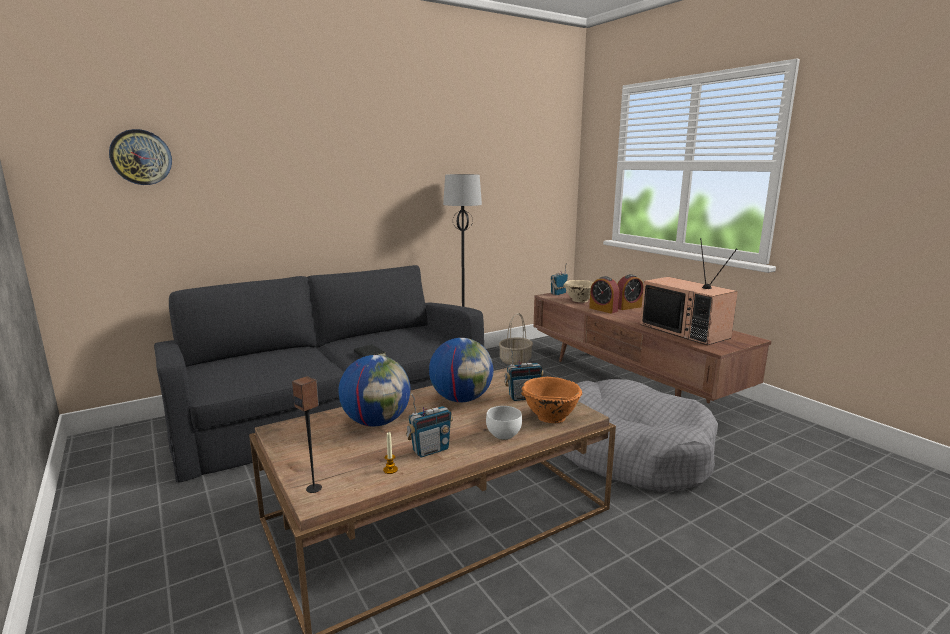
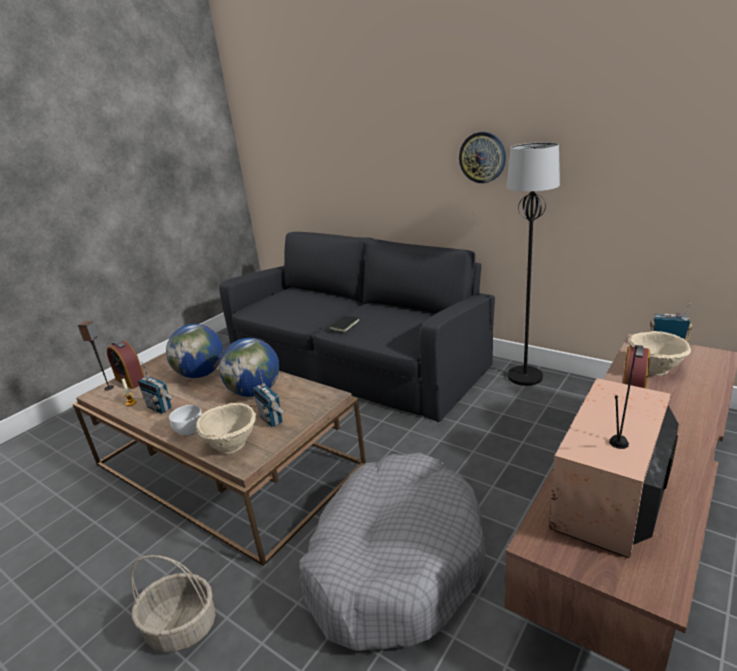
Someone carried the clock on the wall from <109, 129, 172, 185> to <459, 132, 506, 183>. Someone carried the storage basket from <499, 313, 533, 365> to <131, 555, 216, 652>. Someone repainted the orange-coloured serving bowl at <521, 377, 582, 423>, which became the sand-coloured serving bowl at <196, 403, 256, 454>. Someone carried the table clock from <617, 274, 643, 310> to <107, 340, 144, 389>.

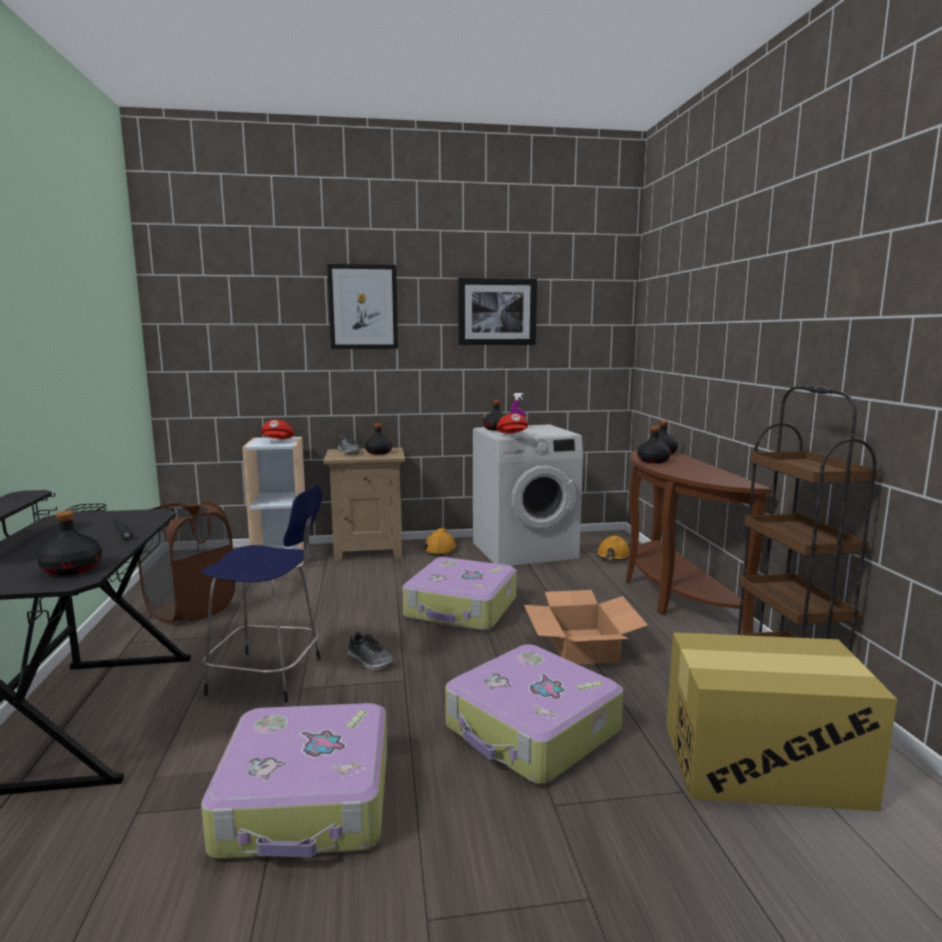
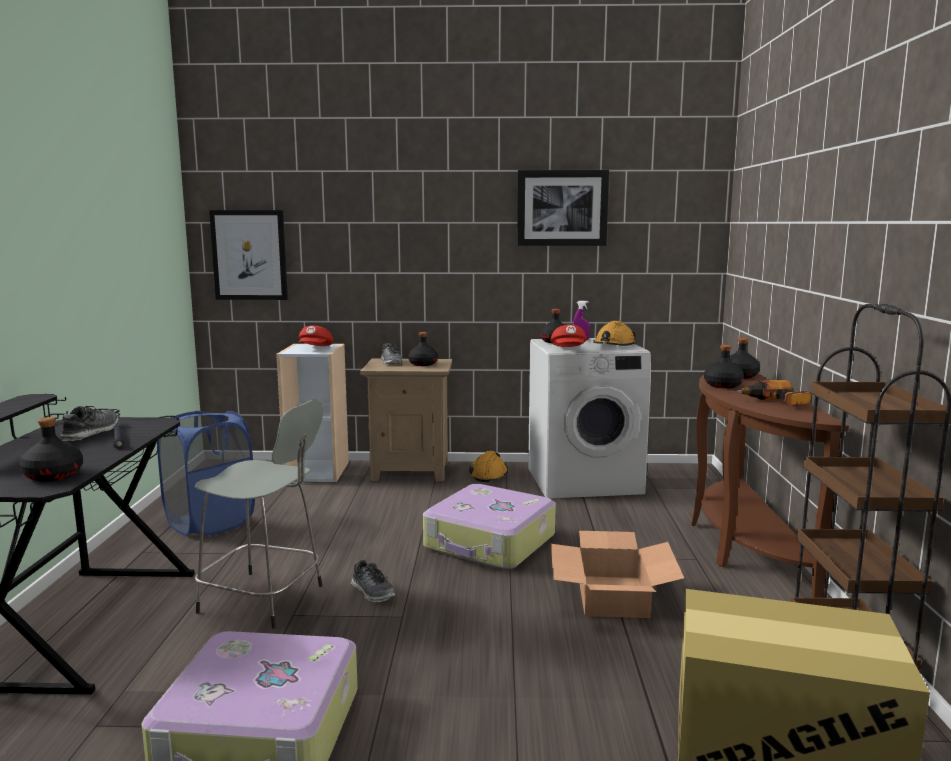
Someone repainted the brownish hamper at <138, 502, 235, 623>, which became the bluish hamper at <157, 411, 255, 536>. Someone repainted the bluish stool at <202, 485, 322, 703>, which became the grey stool at <194, 399, 323, 629>. Someone carried the wall picture from <327, 264, 398, 349> to <209, 210, 288, 300>. Someone took away the travel case at <445, 644, 623, 784>. Someone carried the orange-coloured work helmet from <596, 535, 630, 560> to <593, 321, 636, 346>. Someone put down the shoe at <61, 406, 118, 441>. Someone put down the electric drill at <730, 380, 811, 406>.

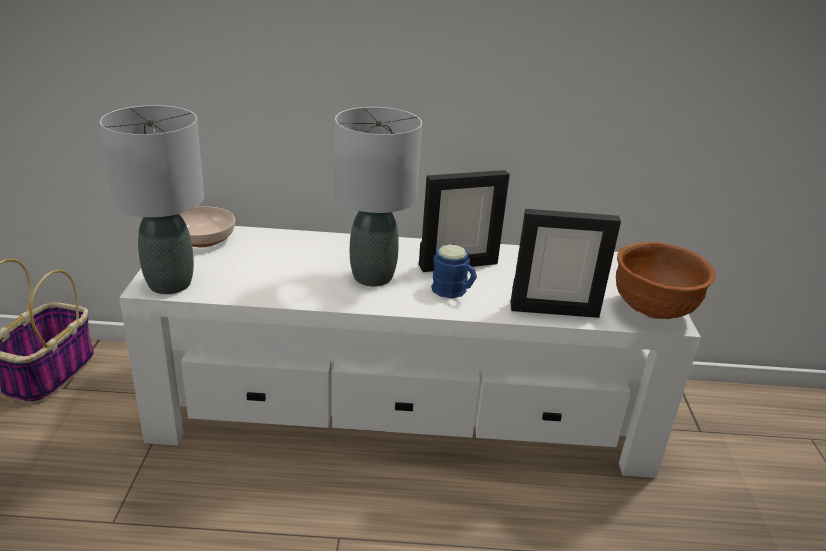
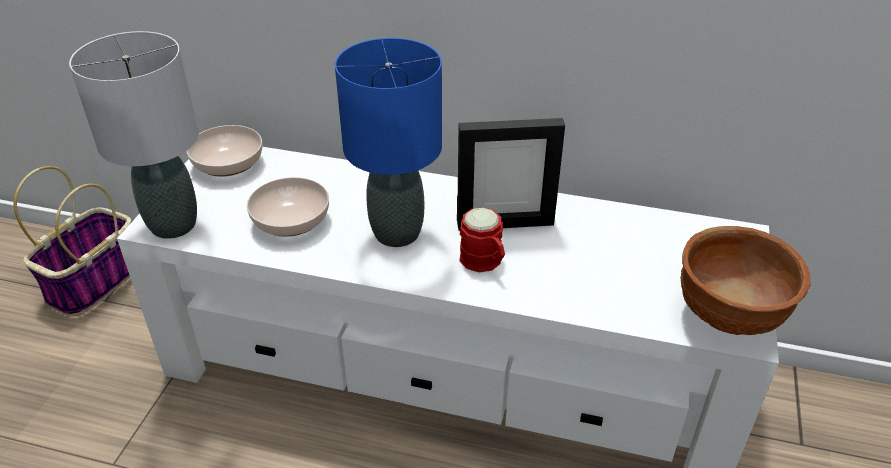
Someone repainted the grey tabletop lamp at <335, 107, 422, 287>, which became the bluish tabletop lamp at <335, 38, 442, 247>. Someone repainted the bluish mug at <431, 244, 477, 298>, which became the red mug at <459, 207, 505, 272>. Someone took away the picture frame at <510, 209, 621, 318>. Someone put down the serving bowl at <247, 177, 329, 237>.

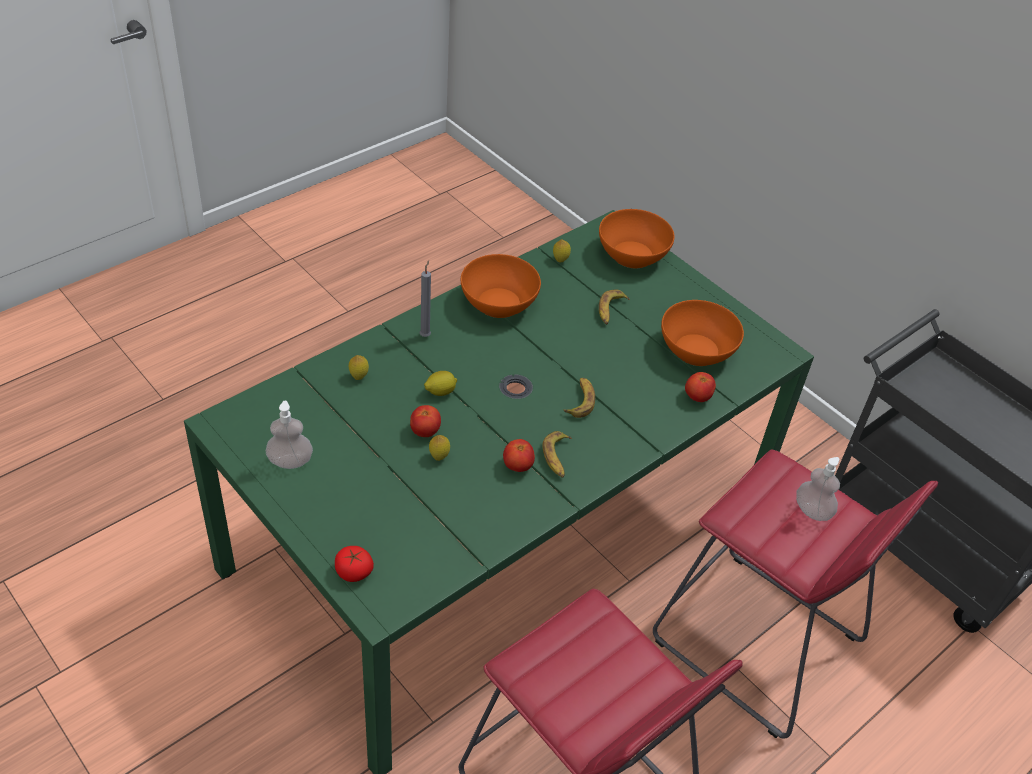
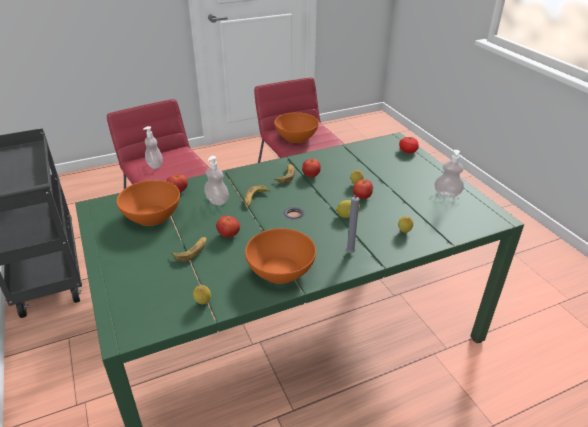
Someone carried the orange-coloured serving bowl from <599, 209, 675, 268> to <274, 112, 319, 143>. Someone put down the liquid soap bottle at <204, 156, 229, 205>. Someone put down the whole tomato at <216, 216, 240, 237>.

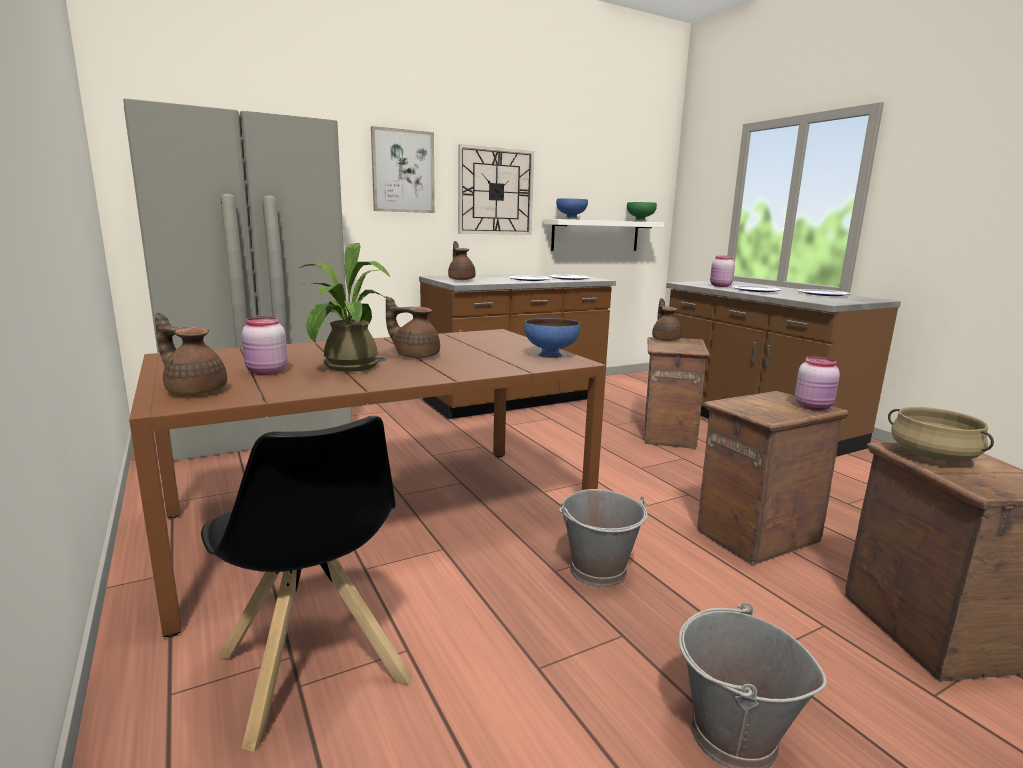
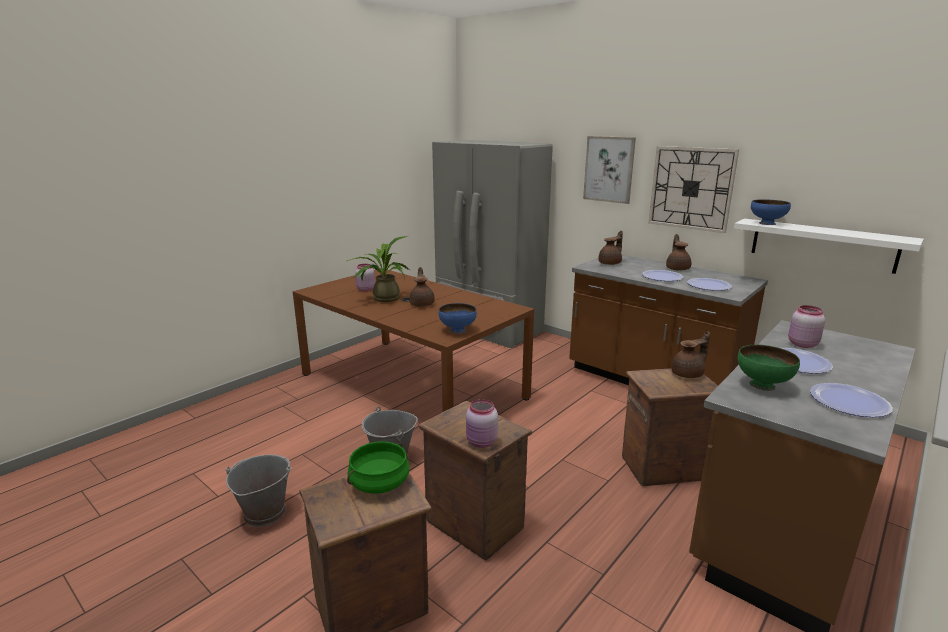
Someone carried the brownish teapot from <155, 312, 227, 395> to <666, 234, 691, 271>. Someone took away the black chair at <201, 416, 412, 752>. Someone carried the green-coloured serving bowl from <627, 202, 657, 222> to <737, 345, 800, 391>. Someone repainted the sand-coloured cooking pot at <888, 407, 994, 461>, which became the green-coloured cooking pot at <347, 441, 409, 494>.

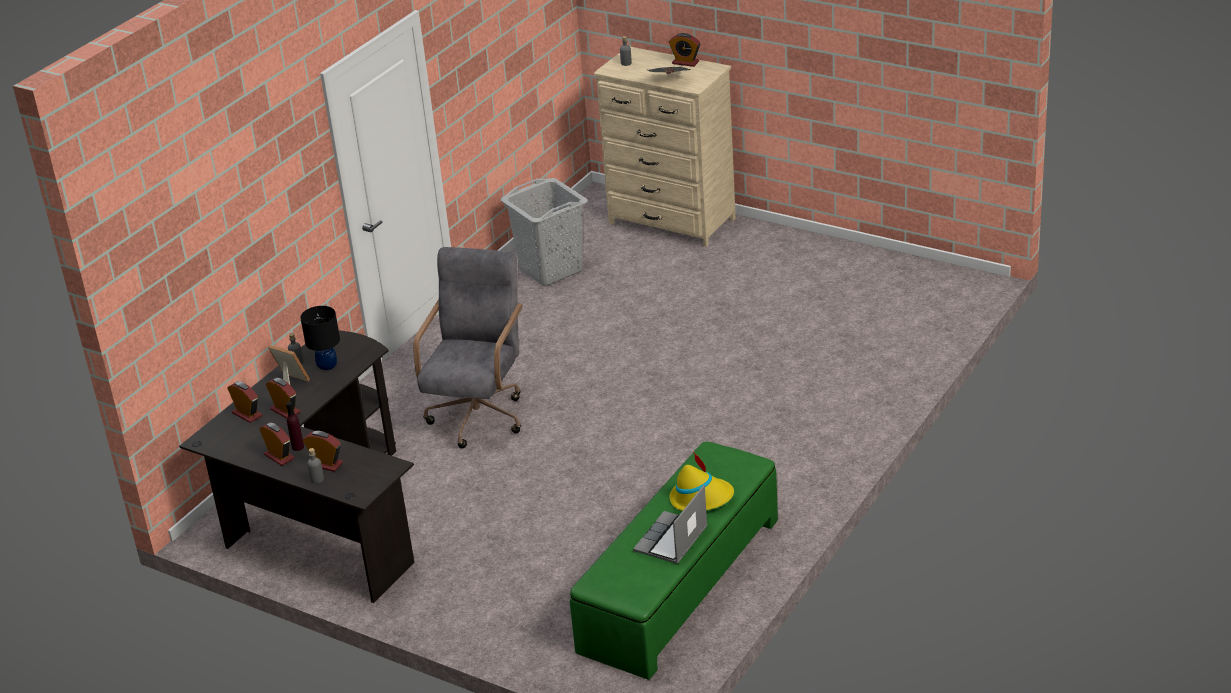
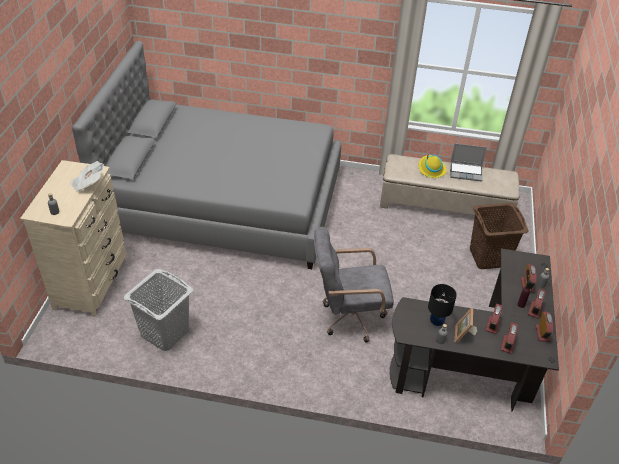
Someone repainted the green-coloured long seat at <570, 441, 778, 680>, which became the sand-coloured long seat at <380, 154, 519, 215>. Someone carried the table clock from <669, 33, 700, 67> to <536, 311, 553, 342>. Someone put down the grey sleeping bed at <72, 41, 341, 269>. Someone put down the brownish hamper at <470, 203, 529, 269>.

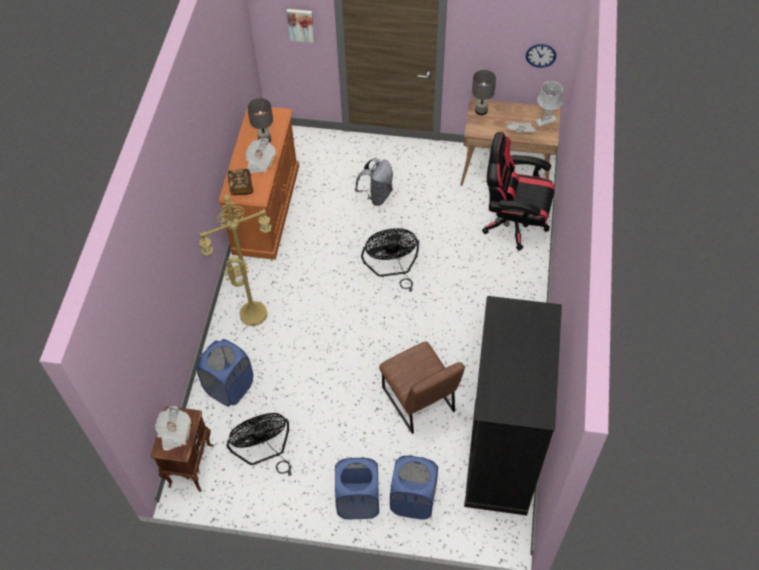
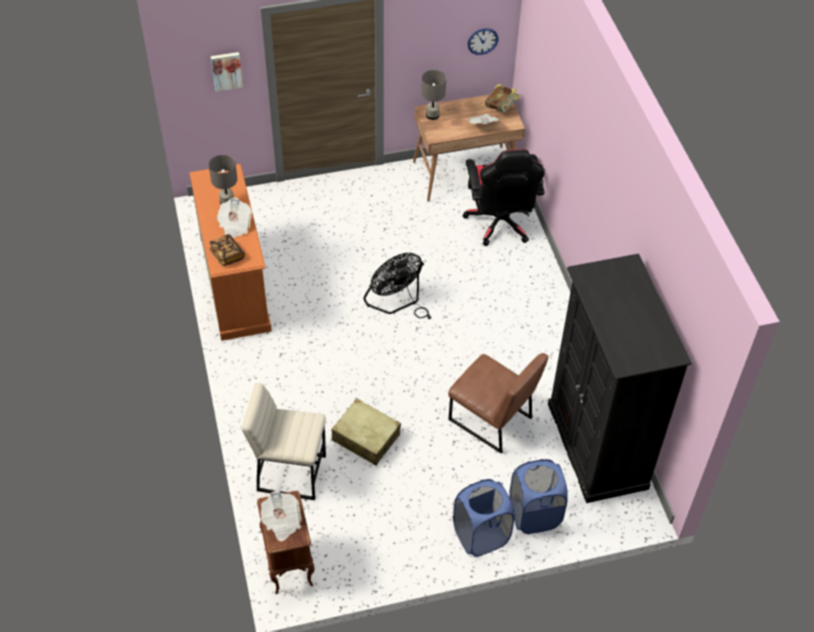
Someone swapped the bluish hamper at <197, 339, 253, 407> for the sand-coloured chair at <242, 383, 326, 500>. Someone took away the yellow floor lamp at <199, 195, 272, 326>. Someone took away the black fan at <226, 413, 291, 477>. Someone took away the grey backpack at <355, 158, 393, 206>. Someone rotated the black office chair at <482, 132, 555, 251> by 90 degrees counterclockwise. Someone swapped the grey tabletop lamp at <536, 81, 563, 127> for the volume at <485, 84, 520, 112>. Someone put down the sand-coloured travel case at <332, 398, 401, 465>.

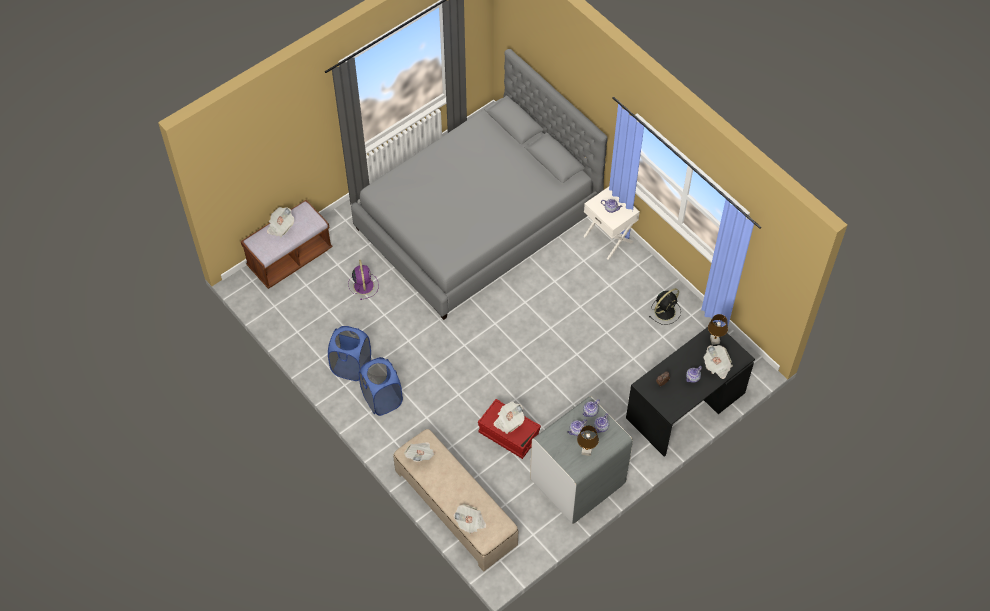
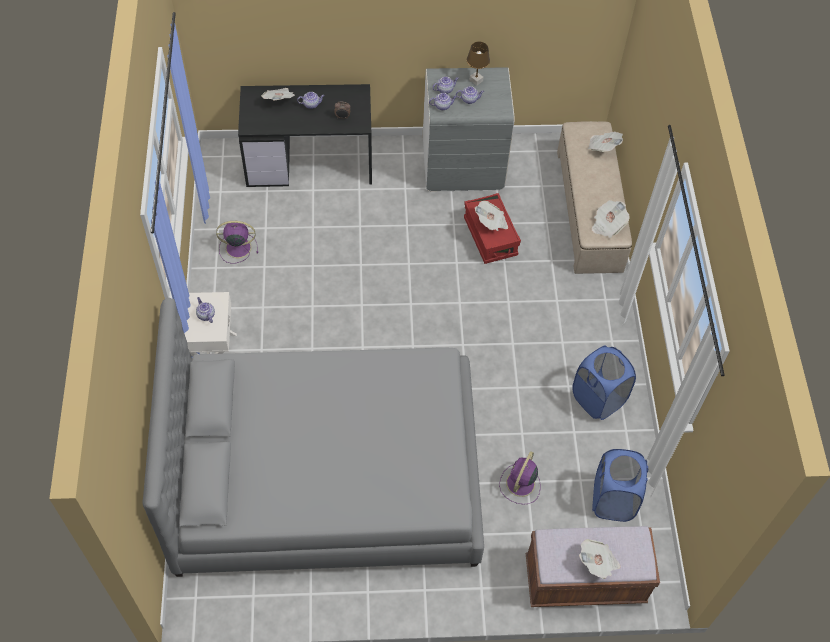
Someone carried the bluish hamper from <359, 357, 403, 416> to <592, 449, 648, 522>. Someone repainted the black fan at <649, 288, 681, 325>, which became the purple-coloured fan at <216, 221, 258, 264>. Someone took away the brownish tabletop lamp at <708, 314, 728, 345>.

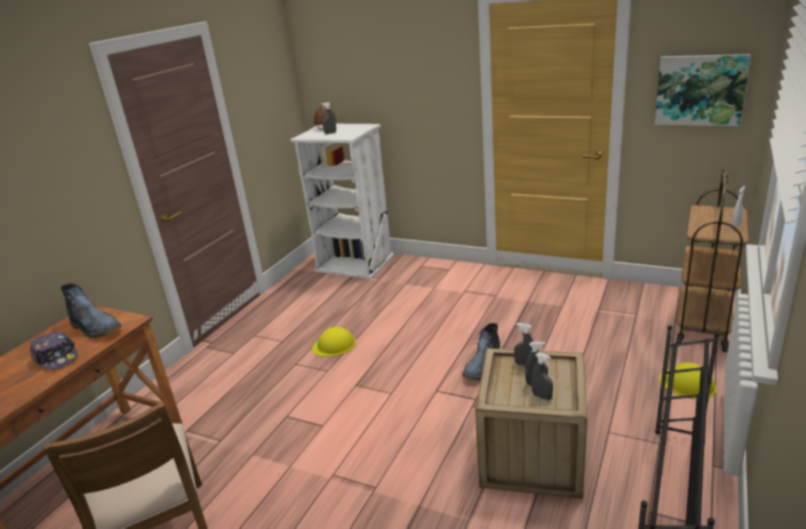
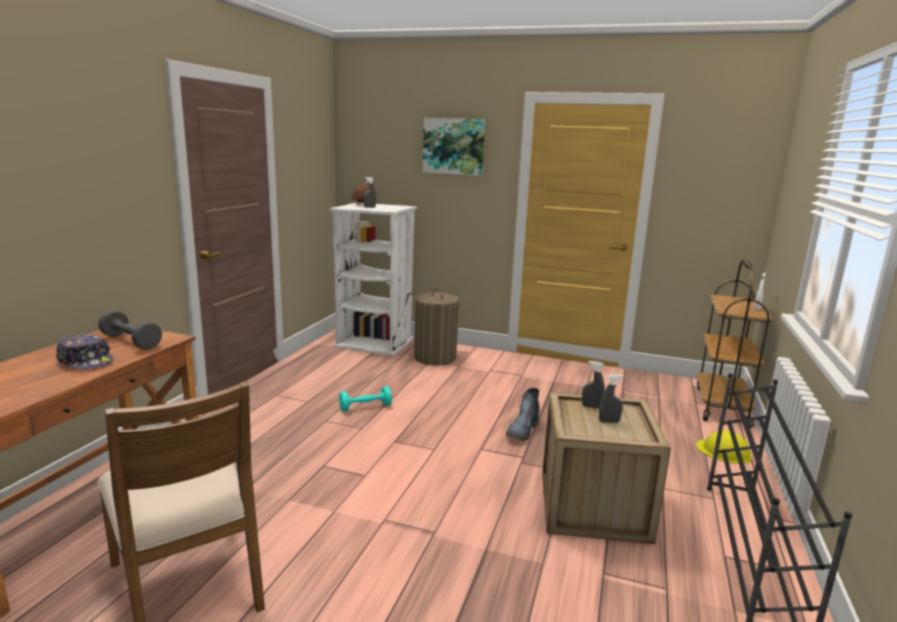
Someone swapped the high-top boot at <61, 283, 122, 338> for the grey free weight at <98, 310, 162, 350>. Someone swapped the yellow work helmet at <312, 327, 356, 357> for the blue-green free weight at <339, 386, 392, 412>. Someone took away the grey sprayer at <531, 353, 553, 400>. Someone carried the wall picture from <655, 54, 751, 126> to <423, 118, 485, 176>. Someone put down the hamper at <414, 288, 459, 365>.

